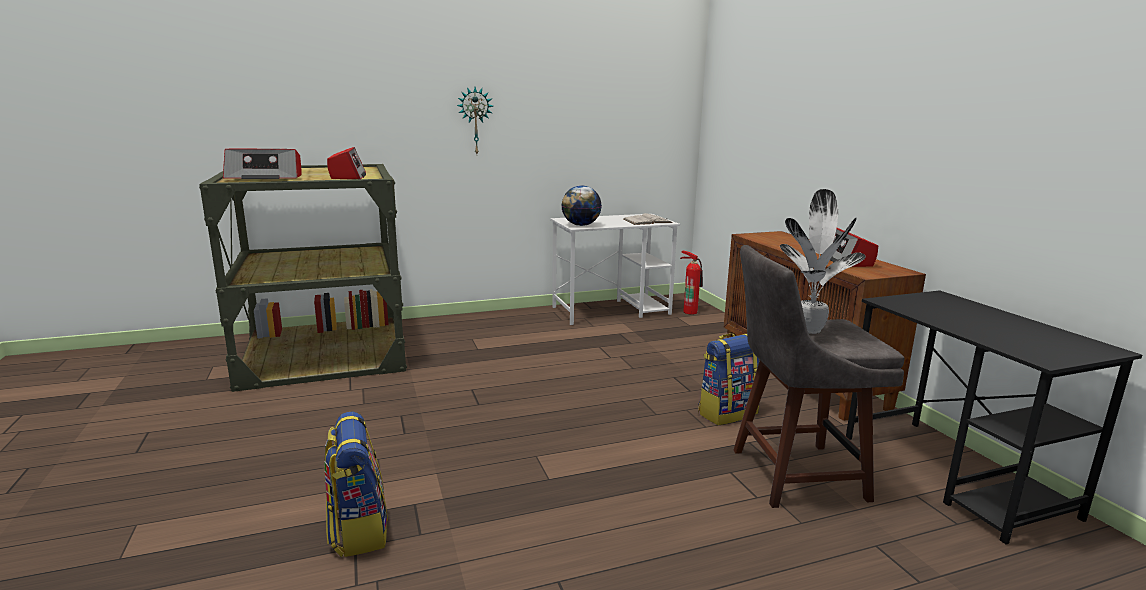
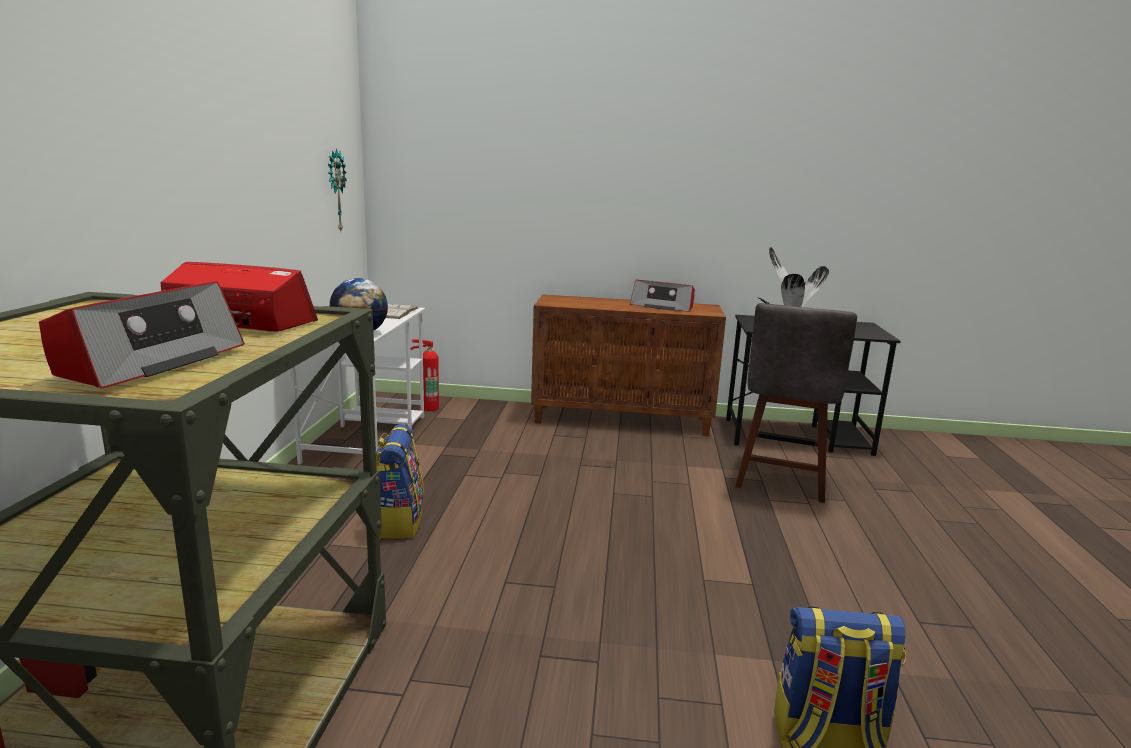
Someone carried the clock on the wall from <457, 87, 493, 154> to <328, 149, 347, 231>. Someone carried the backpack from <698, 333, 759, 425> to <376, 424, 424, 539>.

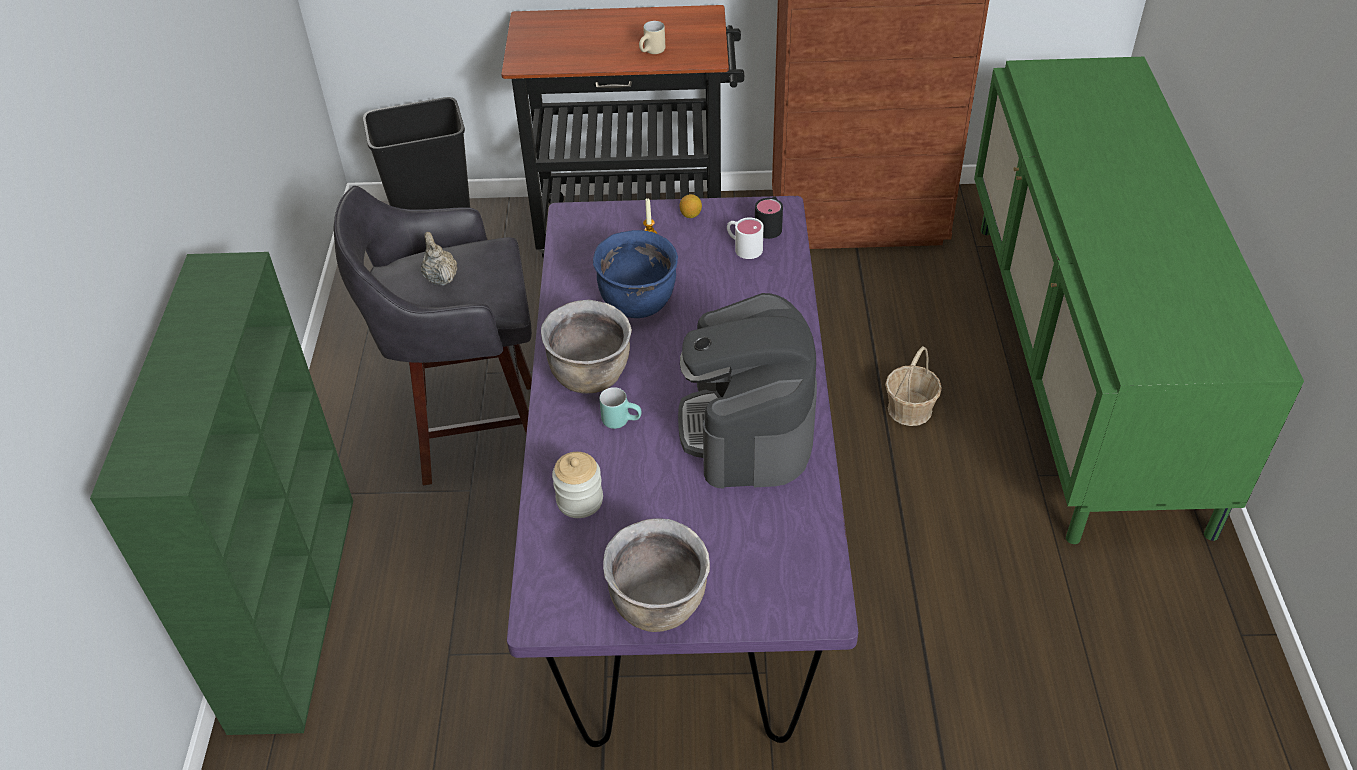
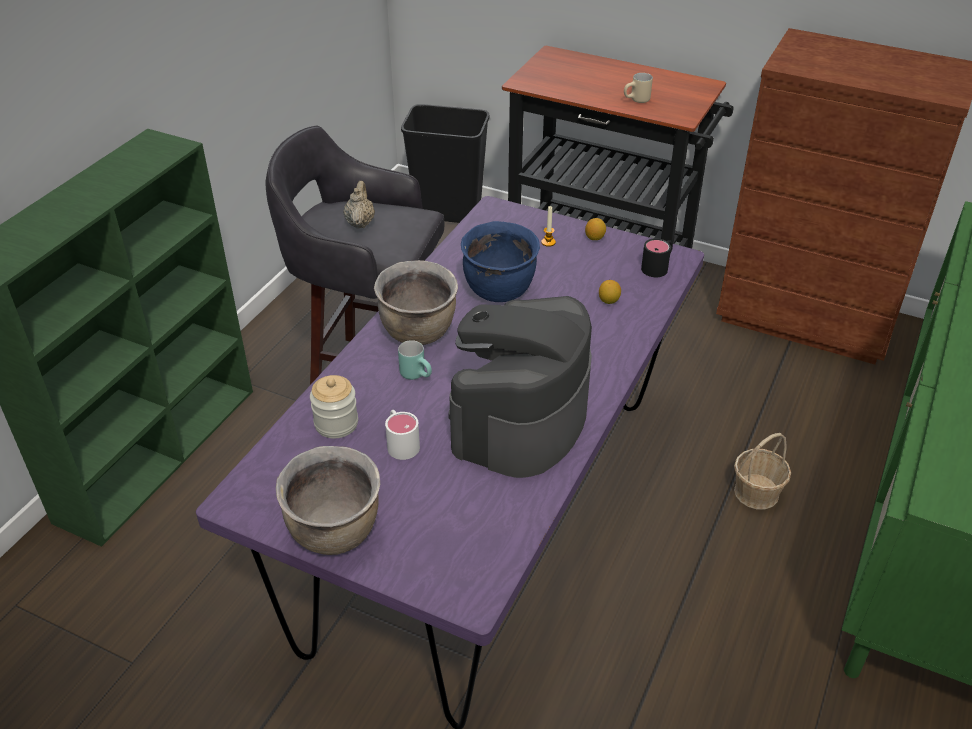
Someone carried the whitish mug from <727, 217, 764, 259> to <385, 410, 420, 460>. Someone put down the lemon at <599, 280, 621, 304>.

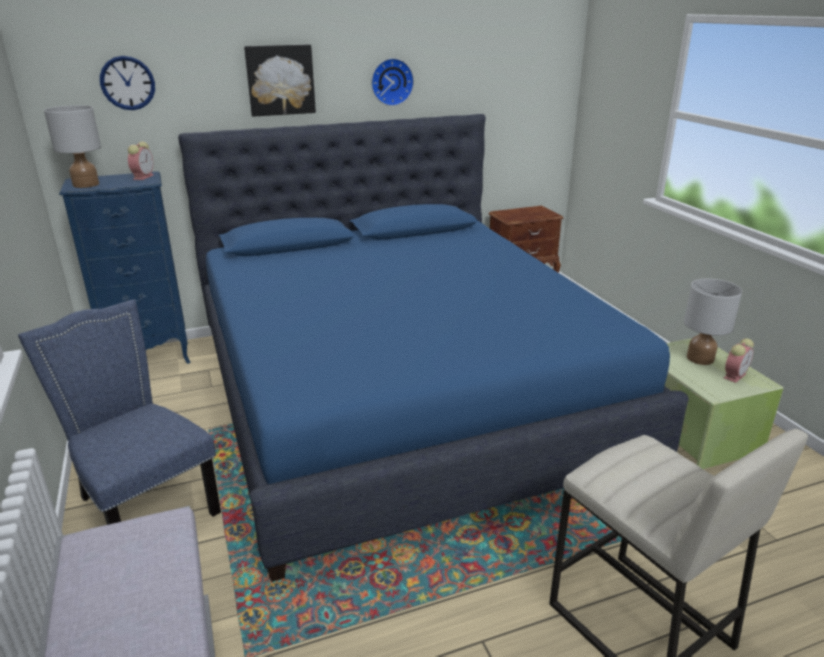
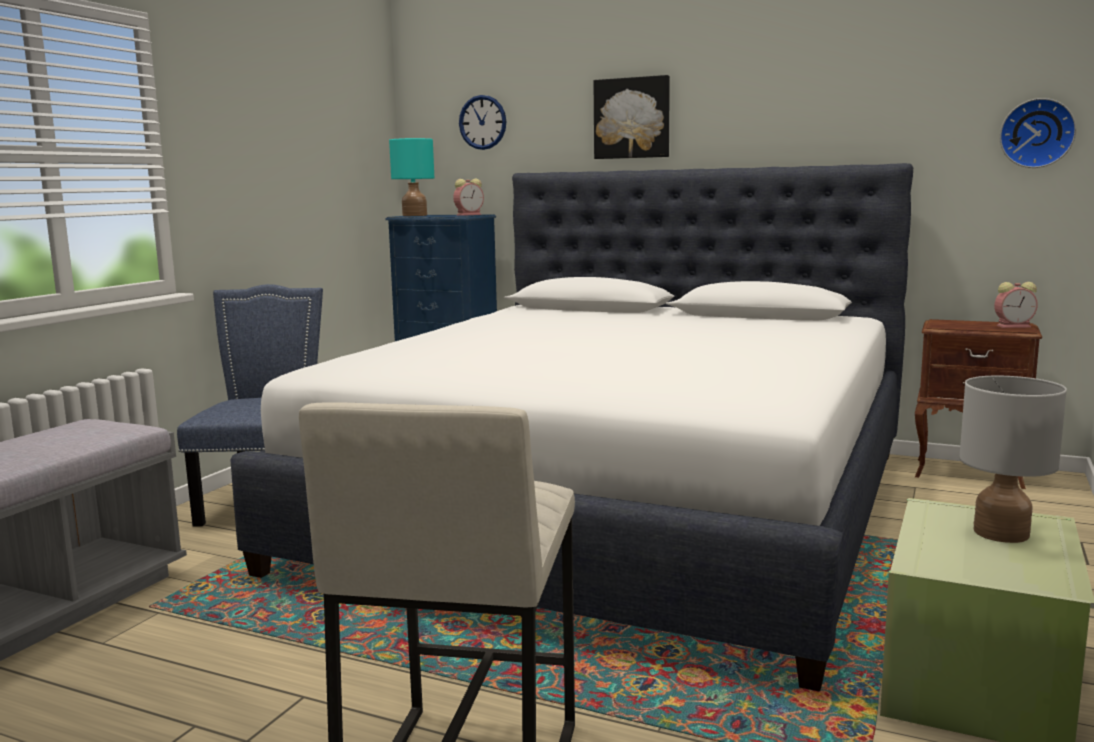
Someone repainted the grey tabletop lamp at <44, 105, 101, 188>, which became the blue-green tabletop lamp at <389, 138, 434, 216>. Someone repainted the bluish sleeping bed at <178, 114, 689, 582>, which became the whitish sleeping bed at <230, 163, 913, 692>. Someone carried the clock on the wall from <371, 58, 414, 106> to <1000, 98, 1076, 168>. Someone carried the table clock from <724, 338, 754, 383> to <994, 282, 1038, 328>.

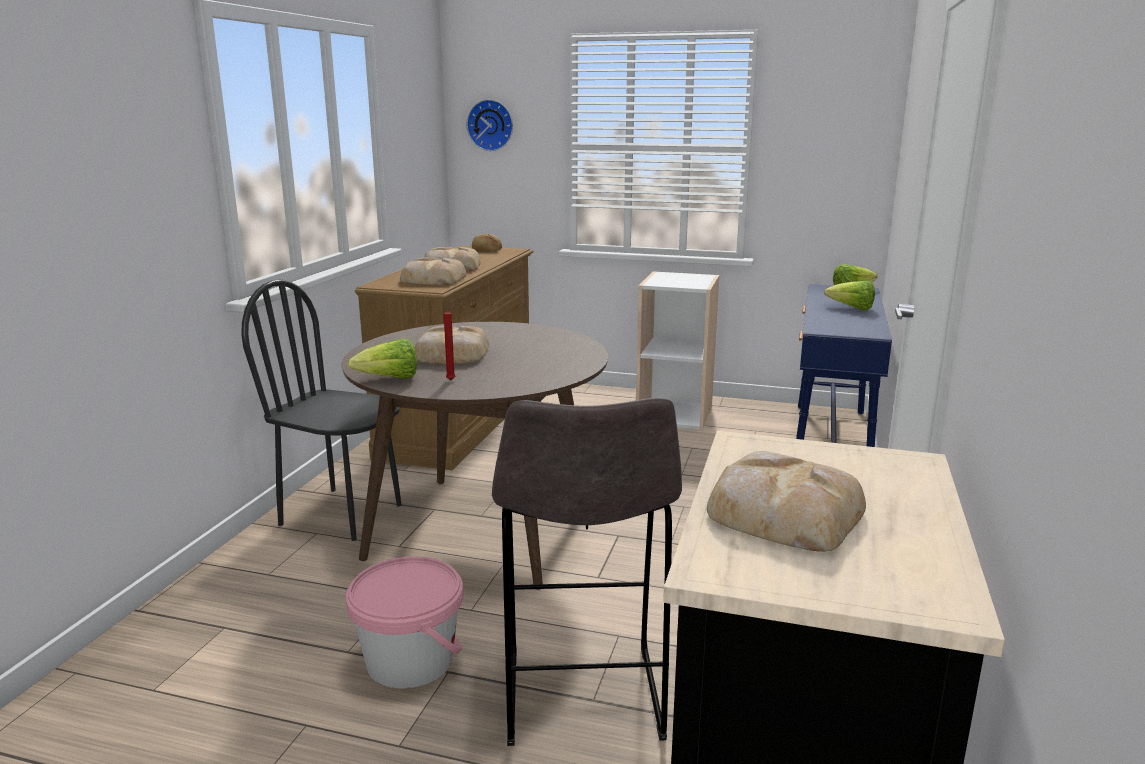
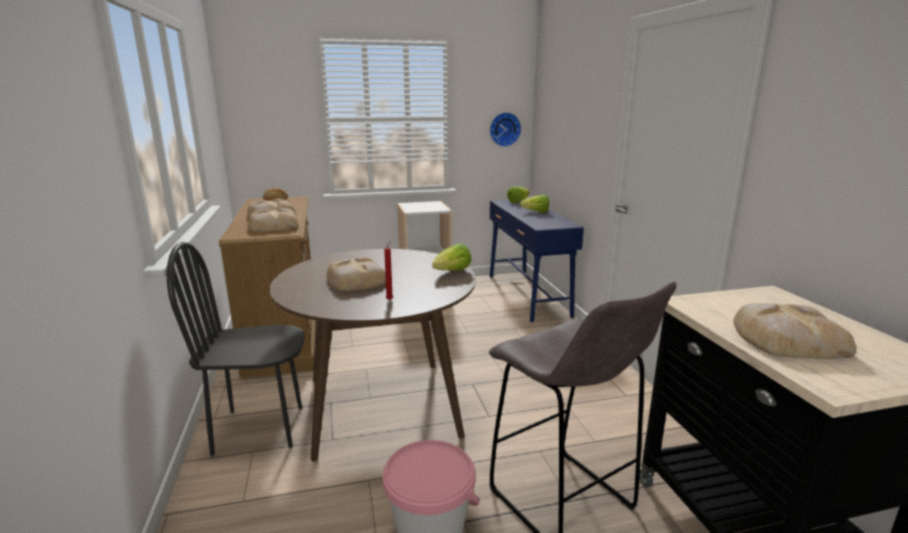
Someone carried the lettuce head from <347, 339, 417, 379> to <432, 243, 472, 270>. Someone carried the clock on the wall from <467, 99, 513, 151> to <490, 112, 521, 147>.

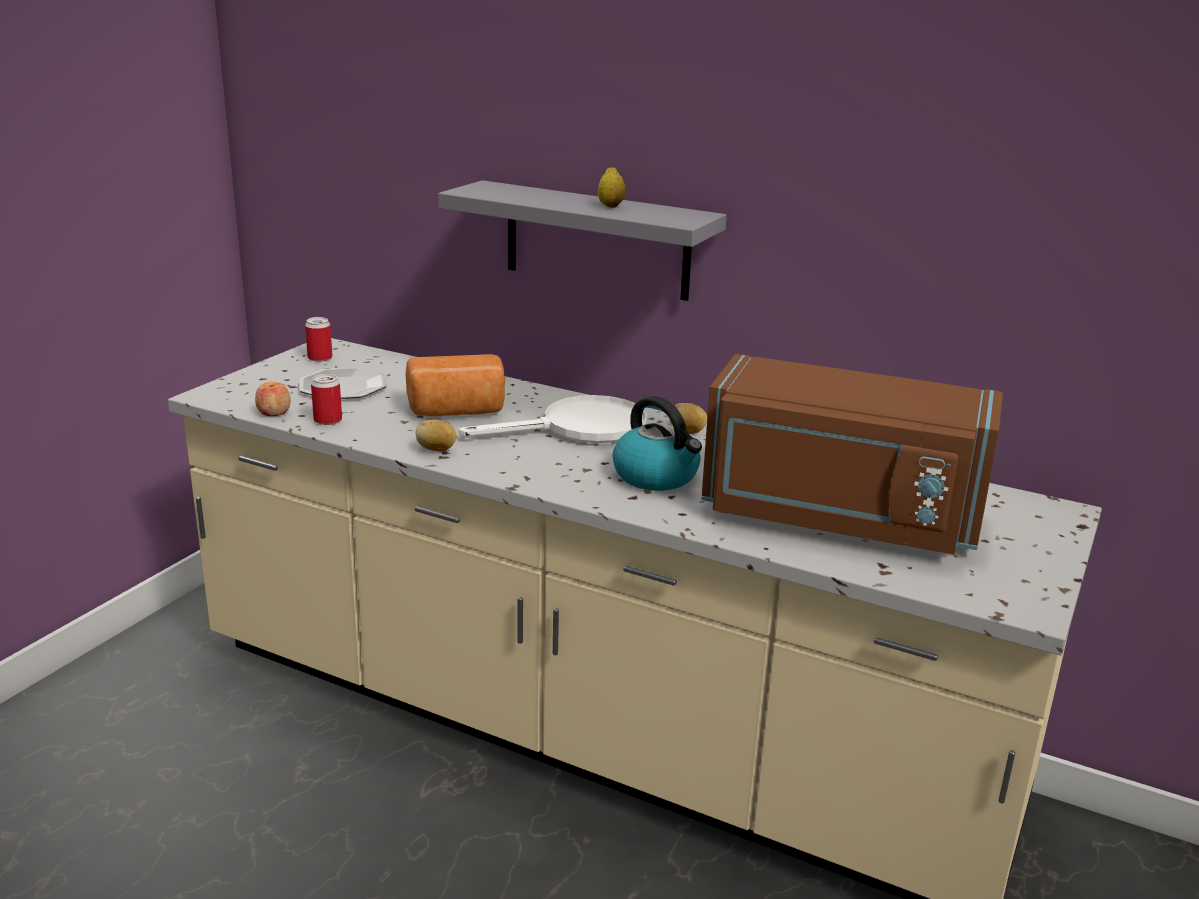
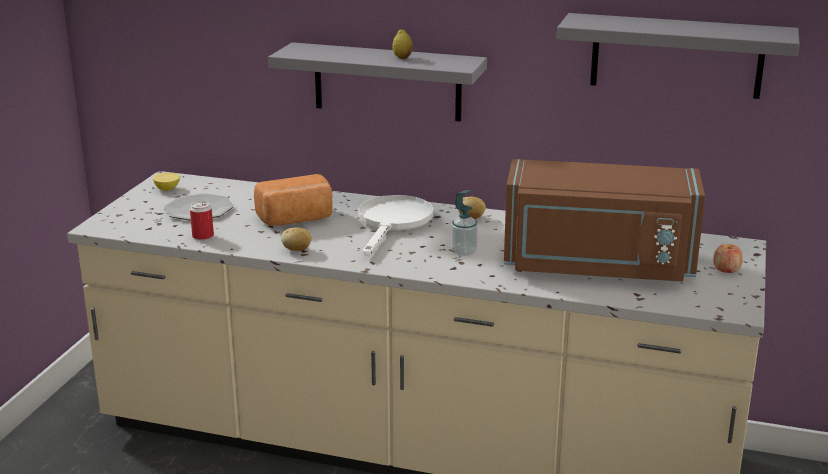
Someone carried the whole apple from <255, 381, 291, 416> to <713, 244, 743, 273>. Someone swapped the sealed can at <305, 317, 332, 362> for the lemon at <153, 173, 180, 191>. Someone rotated the whitish skillet at <459, 395, 647, 443> by 45 degrees counterclockwise. Someone swapped the tea kettle at <612, 396, 702, 491> for the liquid soap bottle at <451, 190, 478, 256>. Someone put up the grey shelf at <557, 13, 800, 99>.

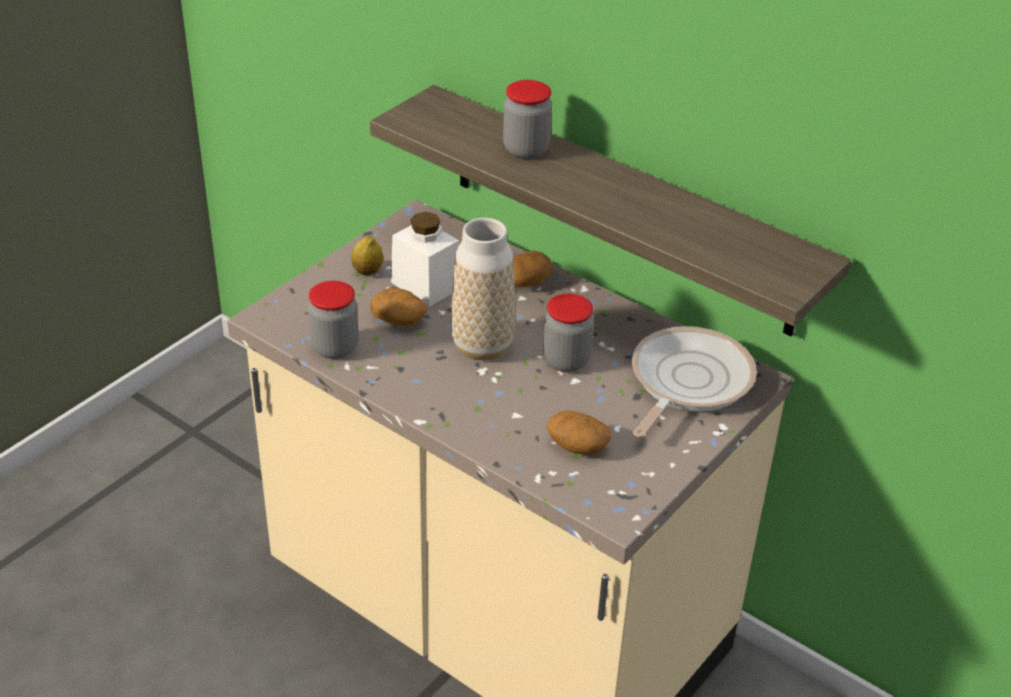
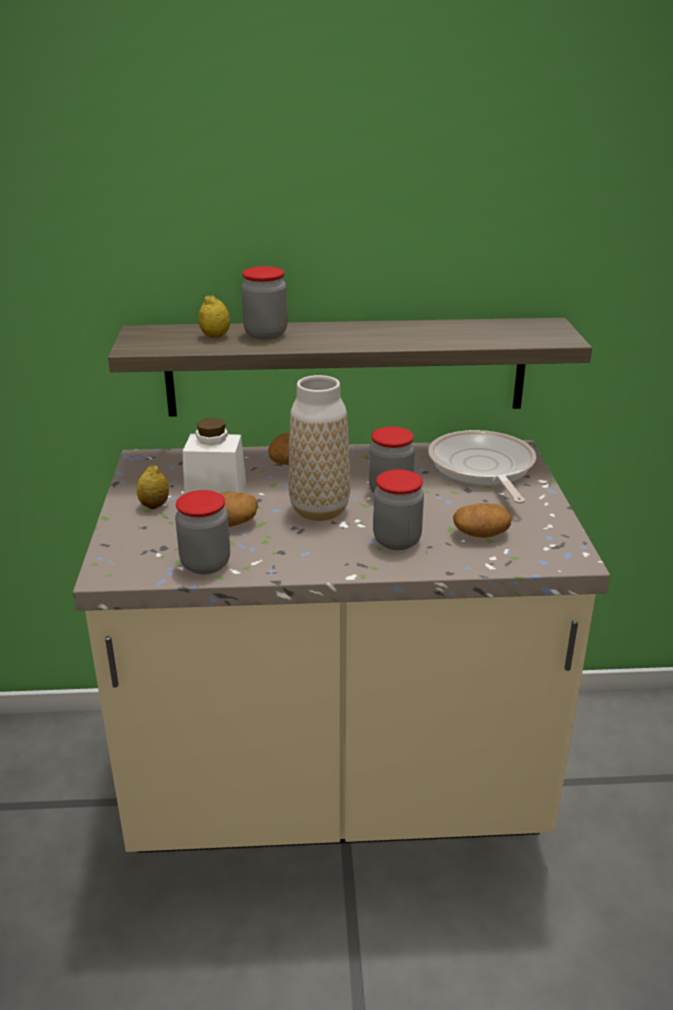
Someone put down the lemon at <198, 295, 230, 338>. Someone put down the storage jar at <373, 469, 424, 550>.

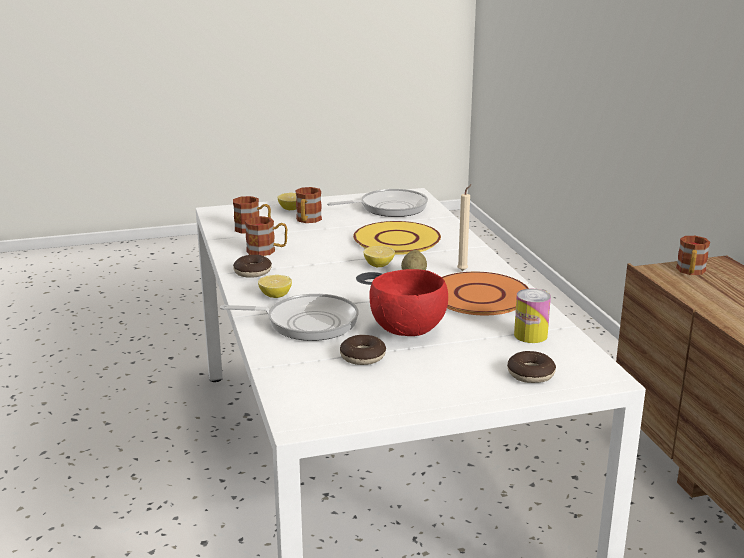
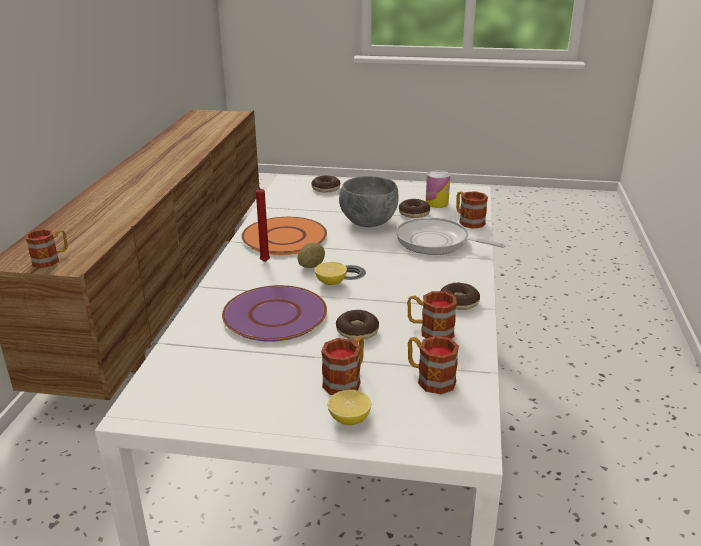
Someone took away the lemon at <258, 275, 292, 298>. Someone took away the skillet at <327, 189, 428, 217>. Someone repainted the yellow plate at <353, 221, 441, 255>, which became the purple-coloured plate at <222, 285, 327, 342>. Someone repainted the red serving bowl at <369, 269, 448, 336>, which became the grey serving bowl at <339, 176, 399, 227>. Someone repainted the sand-coloured wax light at <457, 184, 472, 271>, which became the red wax light at <251, 184, 270, 262>. Someone carried the sealed can from <514, 288, 551, 343> to <426, 170, 450, 208>. Someone put down the donut at <336, 310, 379, 340>. Someone put down the mug at <456, 191, 488, 229>.

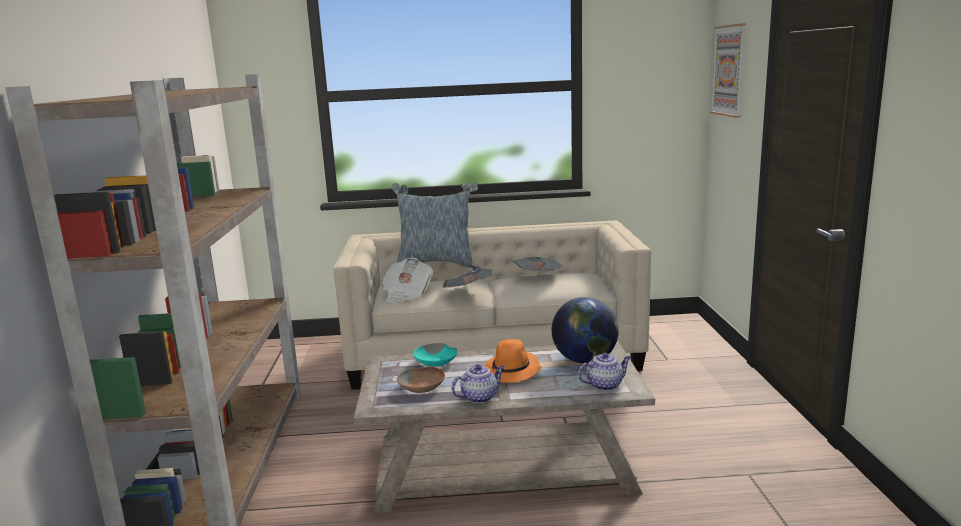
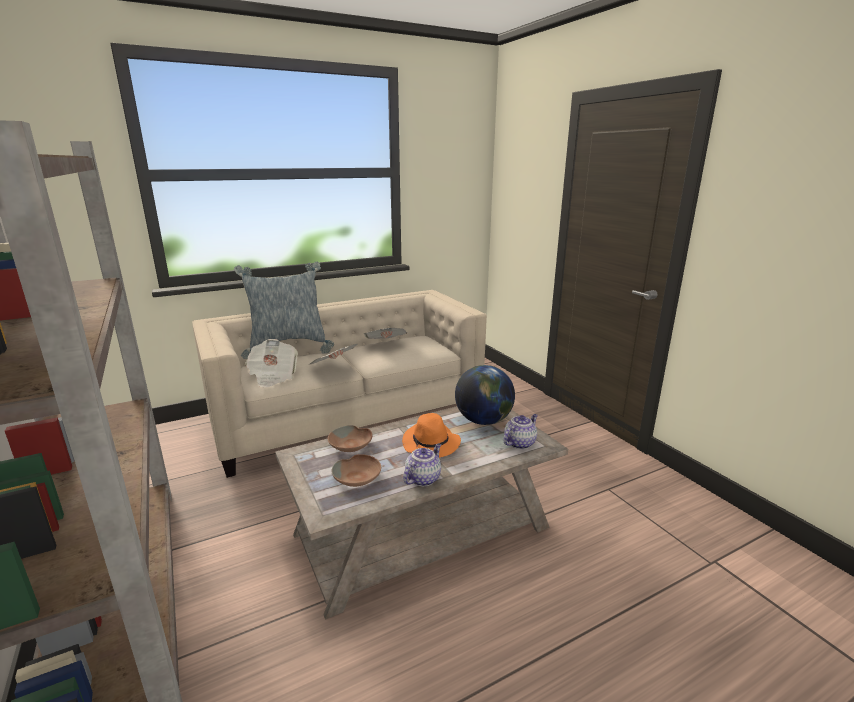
Someone repainted the blue-green serving bowl at <413, 343, 458, 367>, which became the brownish serving bowl at <328, 425, 372, 452>. Someone took away the wall picture at <710, 23, 746, 118>.

